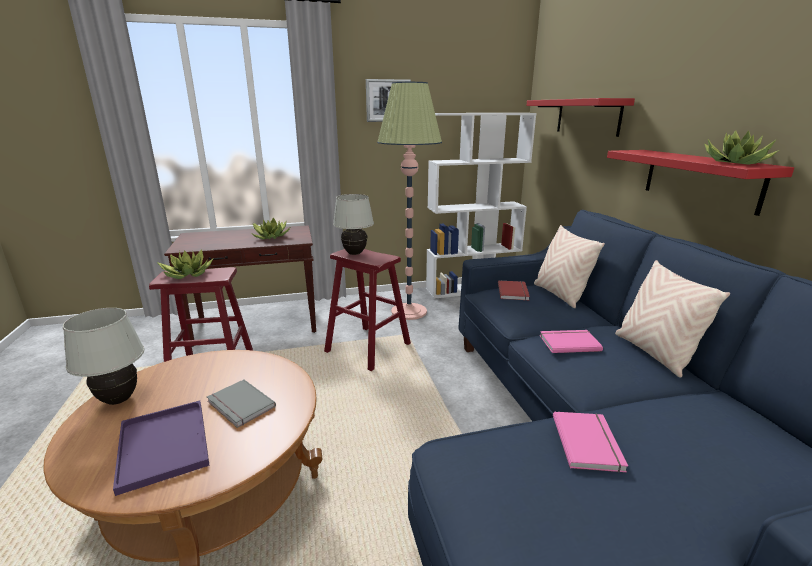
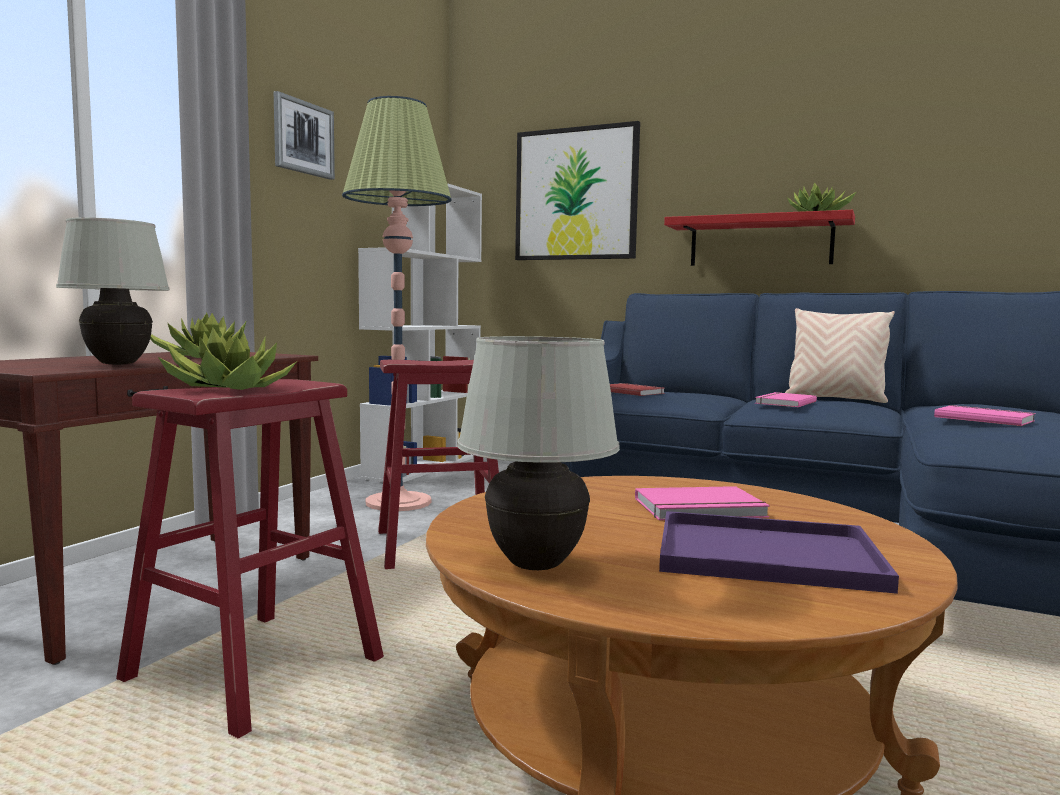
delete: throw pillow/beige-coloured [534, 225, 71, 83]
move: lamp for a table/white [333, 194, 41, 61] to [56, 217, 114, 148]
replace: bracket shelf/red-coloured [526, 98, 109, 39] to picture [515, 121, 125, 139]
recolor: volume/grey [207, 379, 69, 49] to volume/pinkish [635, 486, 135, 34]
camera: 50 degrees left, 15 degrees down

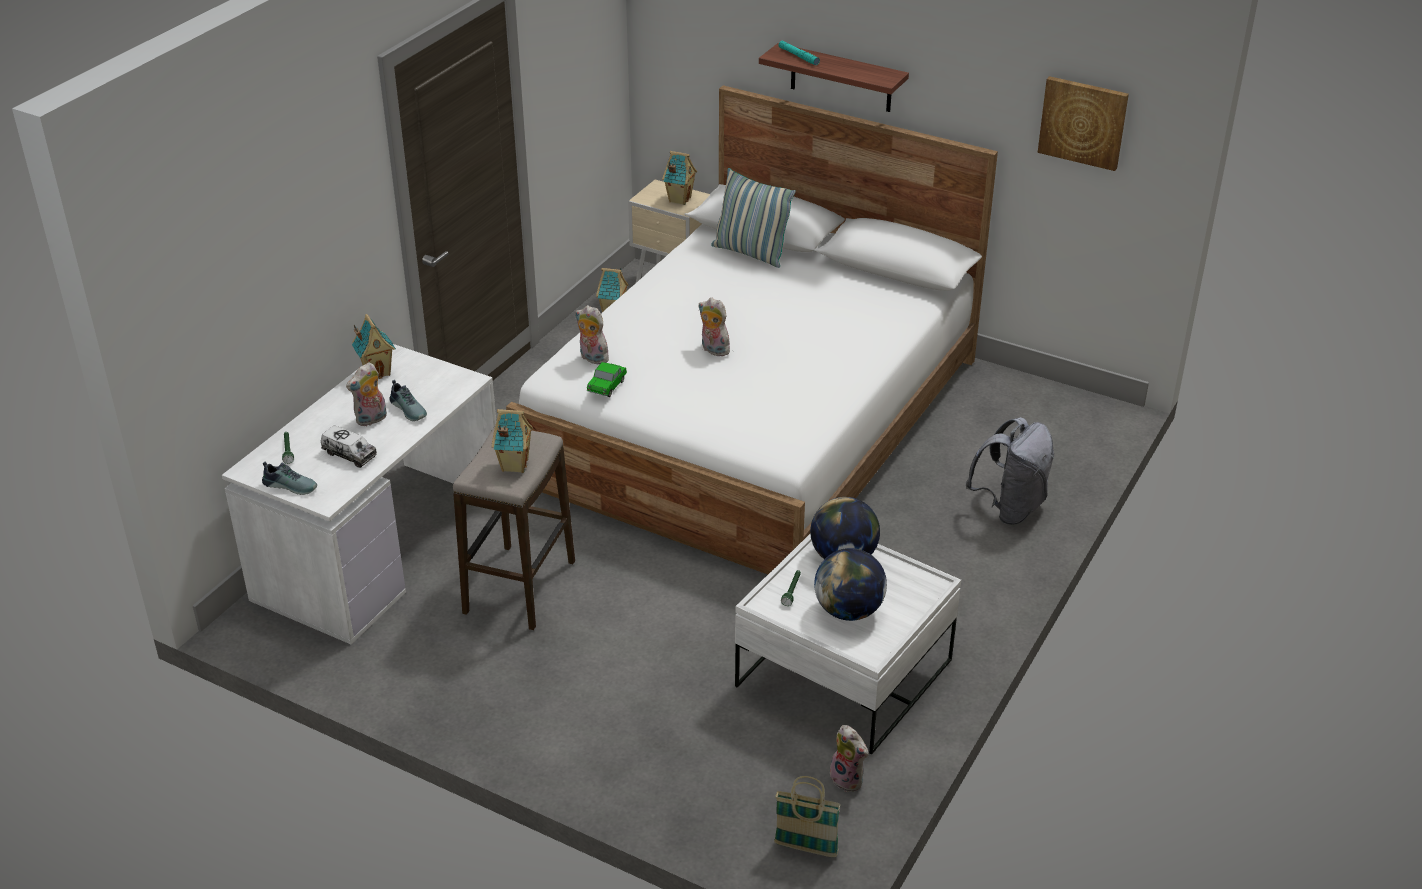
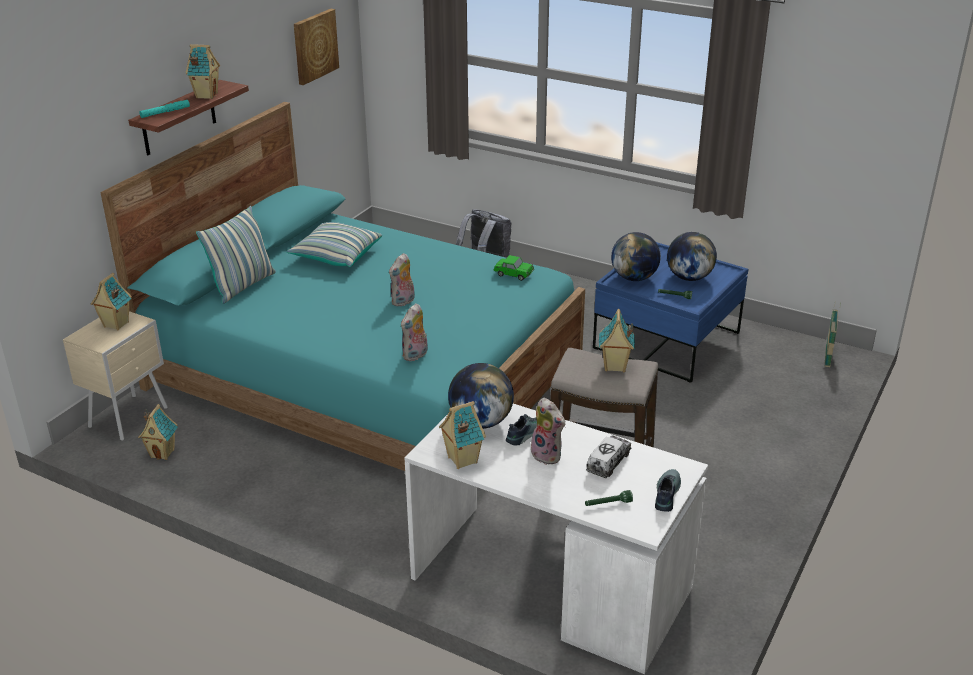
delete: cuddly toy [830, 725, 38, 67]
insert: toy house [186, 44, 34, 55]; throw pillow [287, 222, 95, 45]; world globe [448, 363, 66, 66]
move: model car [587, 362, 40, 35] to [494, 255, 40, 26]
recolor: bedroom bed/white [506, 85, 492, 489] to bedroom bed/blue-green [100, 102, 485, 369]; lounge table/white [735, 534, 226, 221] to lounge table/bluish [593, 242, 155, 141]
camera: 90 degrees left, 5 degrees down

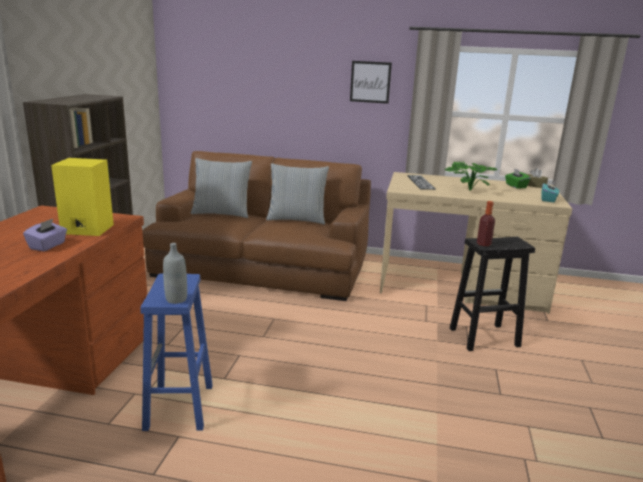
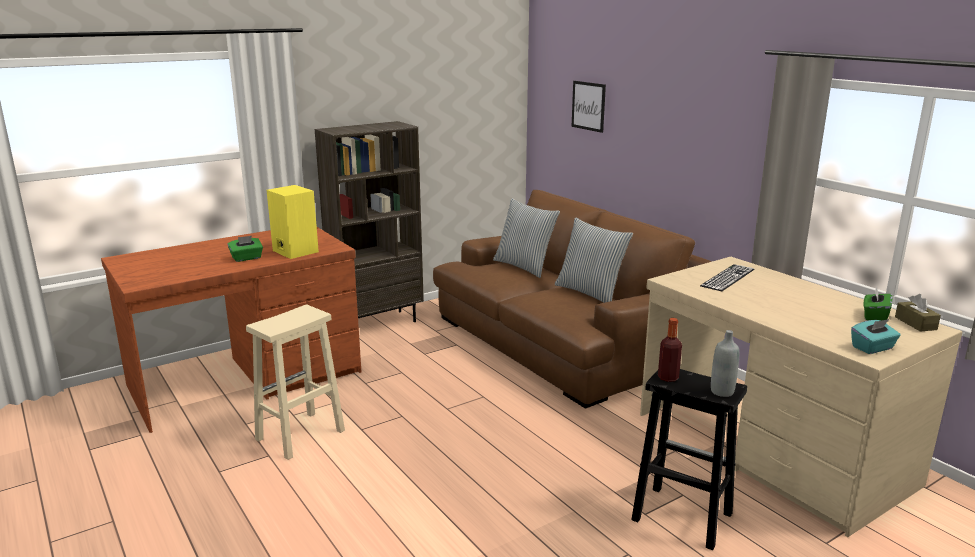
delete: houseplant [445, 161, 53, 30]
move: bottle/grey [163, 243, 24, 61] to [711, 330, 28, 67]; picture [350, 61, 42, 43] to [571, 81, 35, 52]
recolor: box of tissues/purple [23, 219, 44, 32] to box of tissues/green [227, 236, 36, 26]; stool/bluish [140, 274, 73, 157] to stool/beige-coloured [246, 305, 99, 155]
camera: 45 degrees right, 0 degrees up

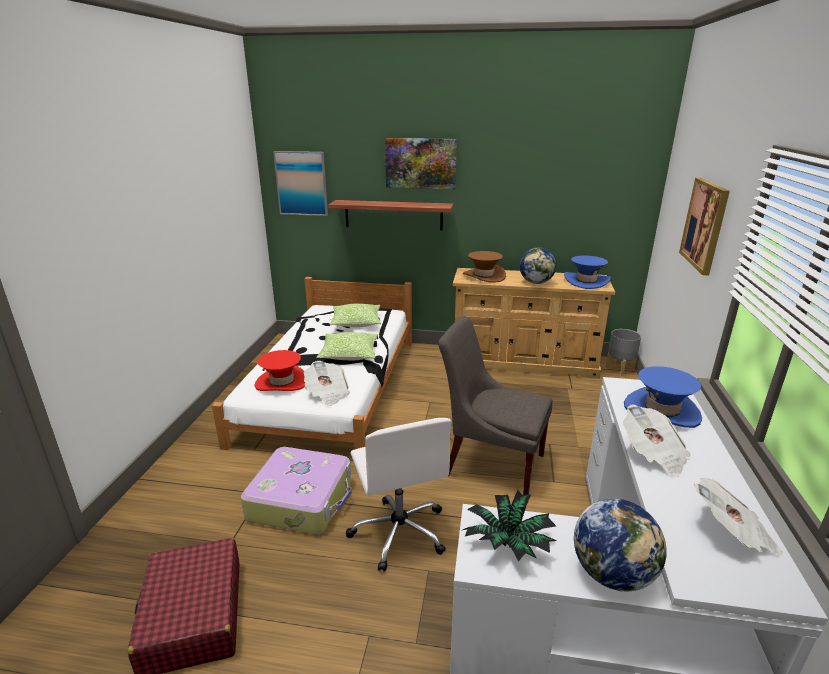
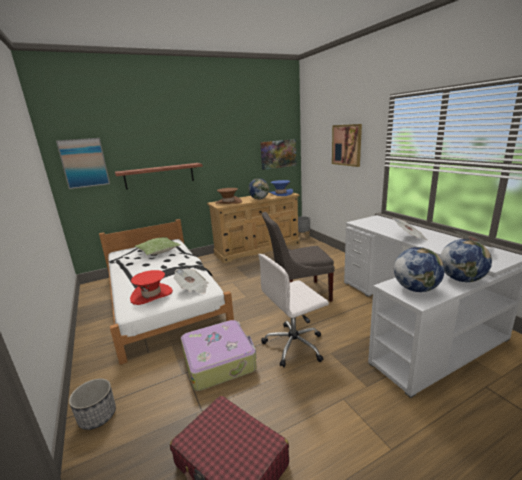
delete: throw pillow [316, 332, 62, 28]; hat/bluish [624, 366, 78, 62]
insert: plant pot [69, 378, 47, 52]
move: picture [385, 138, 72, 51] to [260, 139, 37, 31]
replace: houseplant [463, 490, 94, 71] to world globe [394, 247, 50, 45]
rotate: computer chair/white [346, 418, 106, 154] = [258, 254, 71, 113] 120 degrees clockwise
camera: 35 degrees left, 5 degrees down

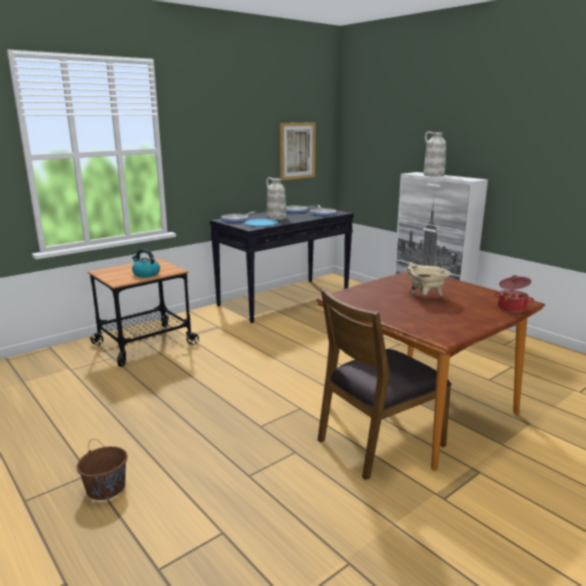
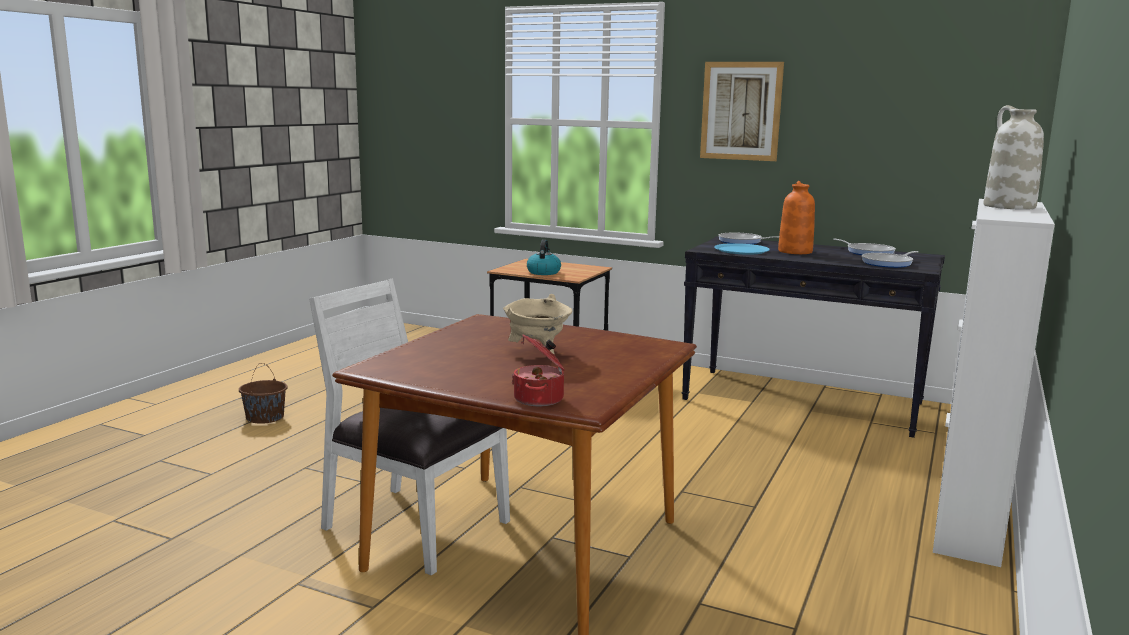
move: picture [280, 122, 36, 58] to [700, 62, 84, 99]
recolor: decorative vase/white [266, 177, 20, 43] to decorative vase/orange-coloured [778, 181, 37, 73]; chair/brownish [318, 289, 134, 191] to chair/white [309, 278, 201, 298]
camera: 65 degrees right, 5 degrees down

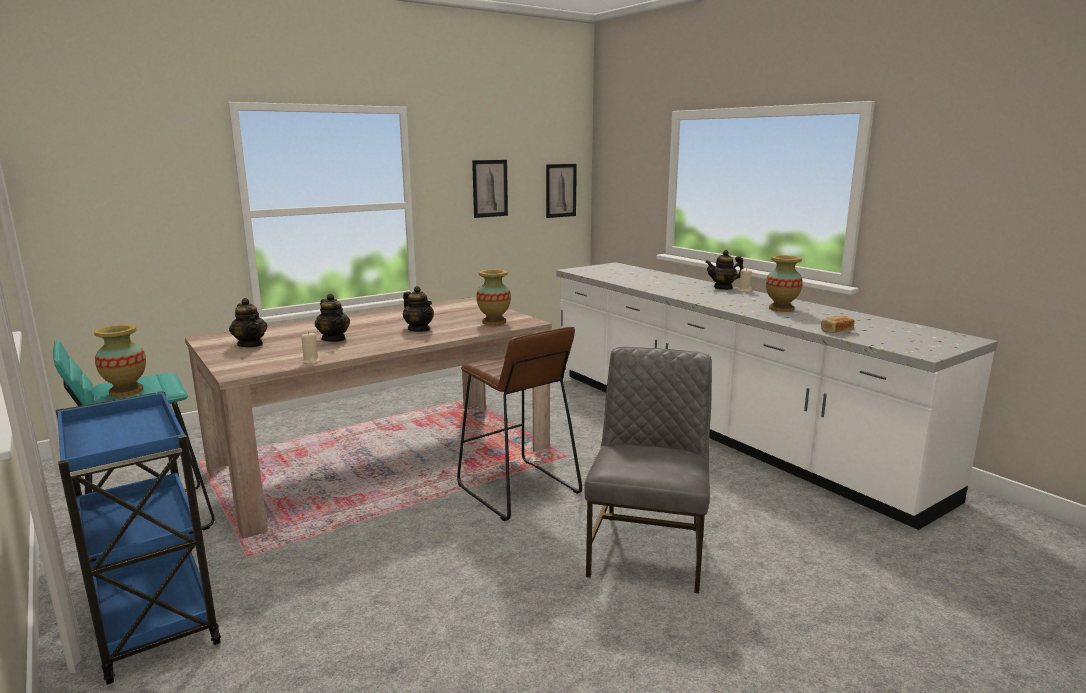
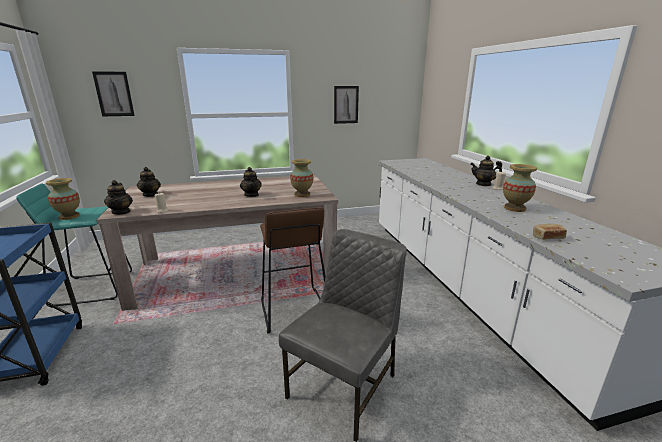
move: teapot [315, 294, 35, 48] to [104, 180, 29, 35]; picture [546, 164, 31, 54] to [92, 71, 43, 45]
camera: 20 degrees right, 5 degrees up

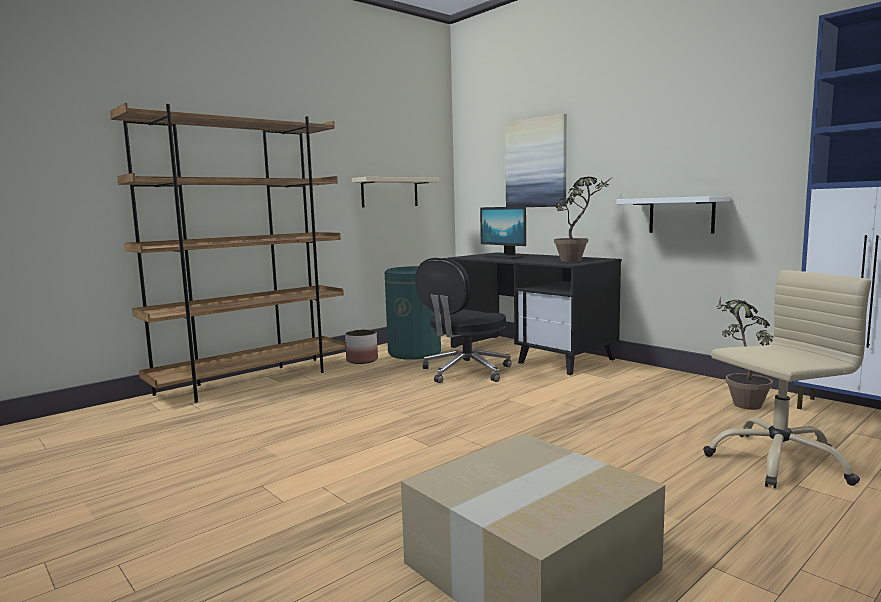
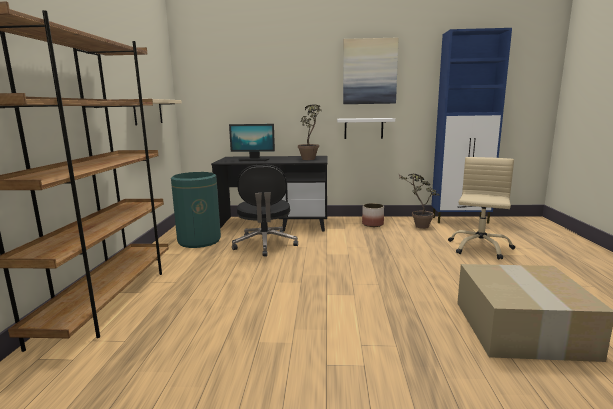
move: plant pot [345, 329, 33, 35] to [362, 203, 22, 24]; picture [505, 114, 62, 93] to [343, 38, 56, 66]
camera: 45 degrees left, 5 degrees up

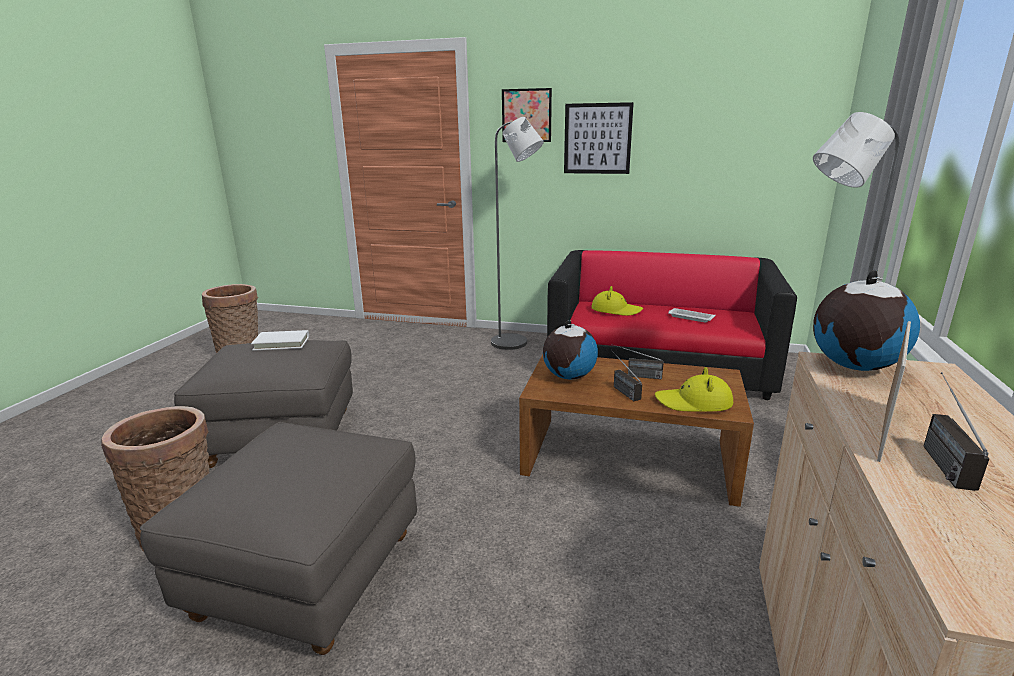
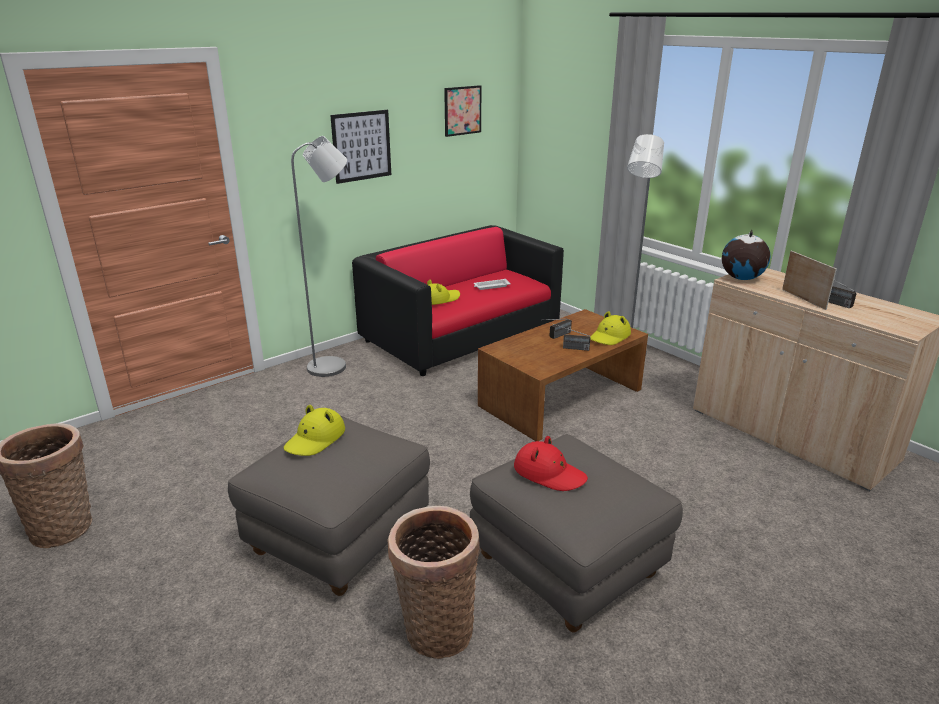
delete: world globe [543, 320, 55, 60]
insert: hat/red-coloured [514, 436, 74, 55]
move: picture [502, 88, 50, 54] to [444, 85, 37, 52]
replace: volume/white [251, 330, 58, 21] to hat/yellow-coloured [284, 405, 61, 51]
camera: 55 degrees left, 5 degrees up

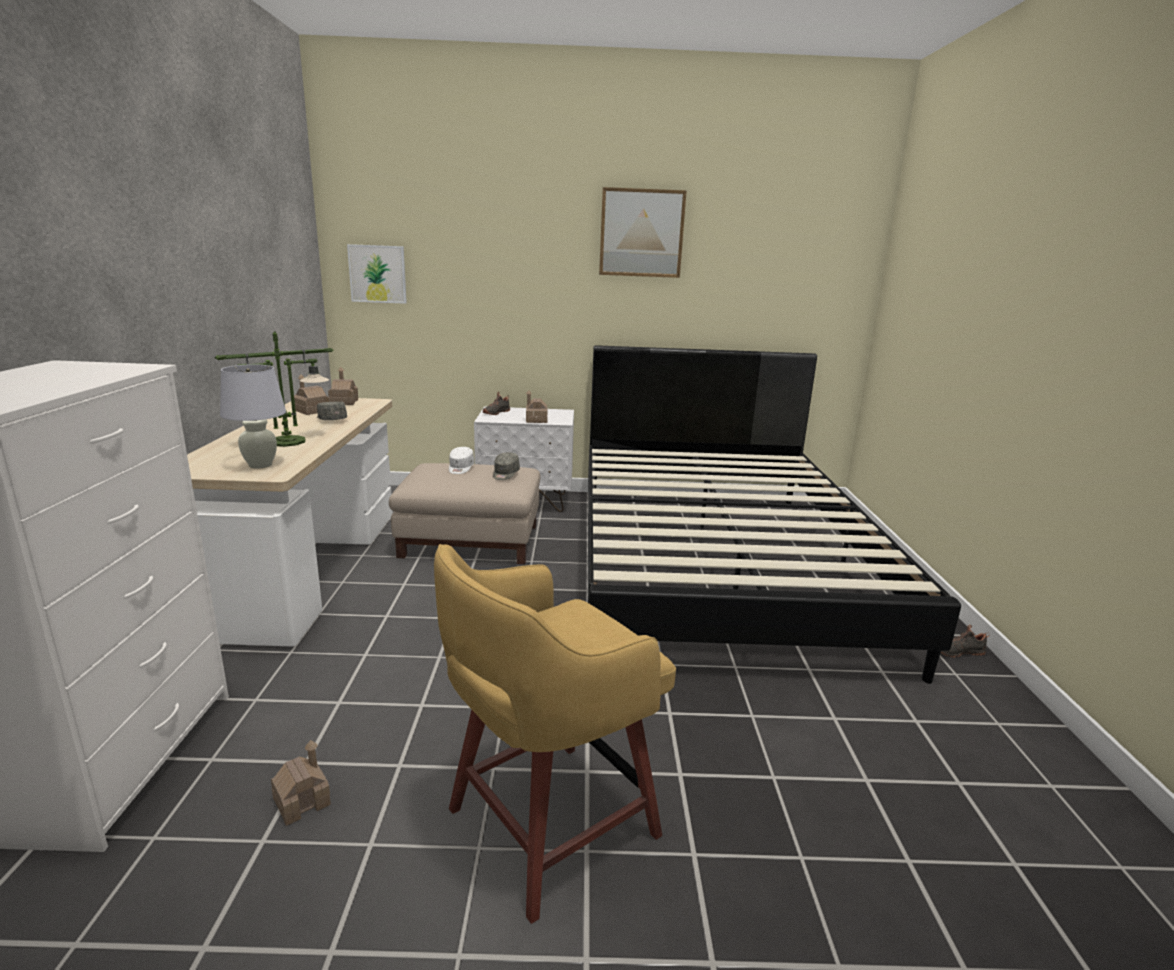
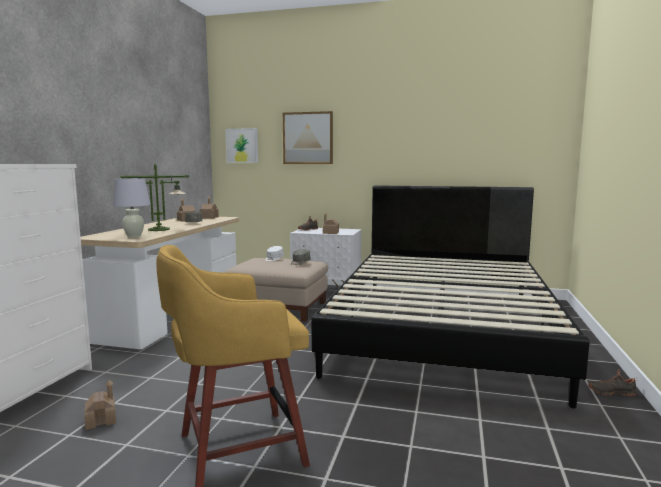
move: picture [599, 187, 88, 91] to [283, 111, 50, 53]
camera: 15 degrees right, 10 degrees down

